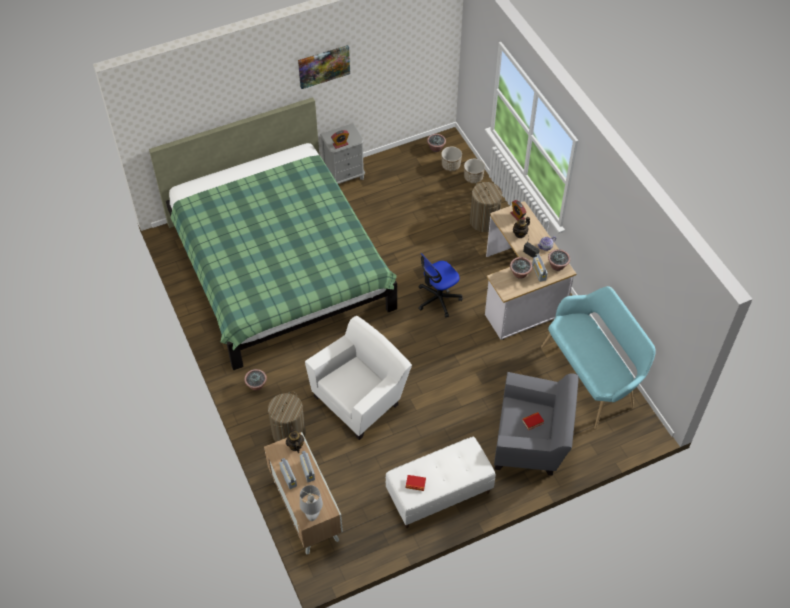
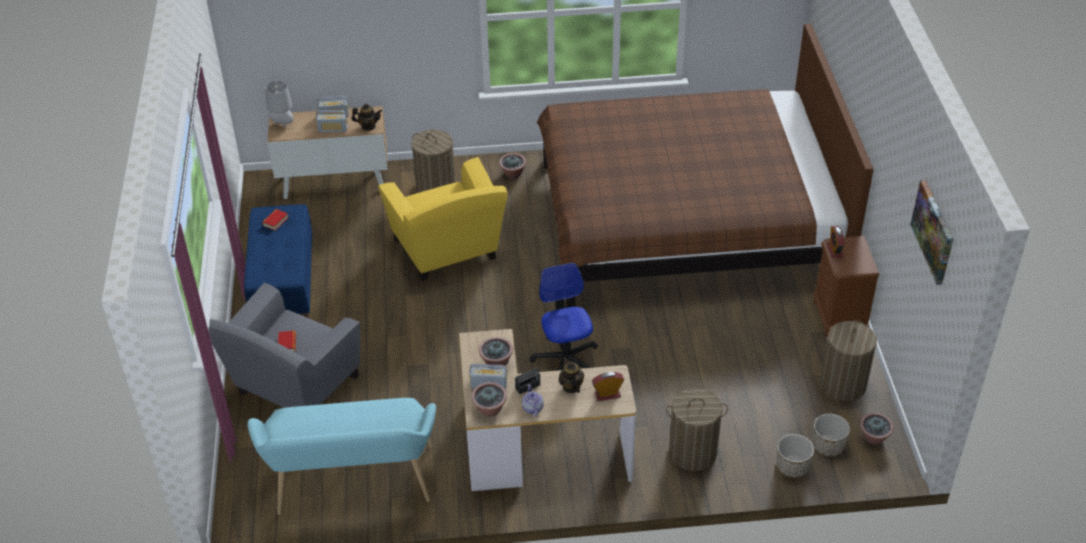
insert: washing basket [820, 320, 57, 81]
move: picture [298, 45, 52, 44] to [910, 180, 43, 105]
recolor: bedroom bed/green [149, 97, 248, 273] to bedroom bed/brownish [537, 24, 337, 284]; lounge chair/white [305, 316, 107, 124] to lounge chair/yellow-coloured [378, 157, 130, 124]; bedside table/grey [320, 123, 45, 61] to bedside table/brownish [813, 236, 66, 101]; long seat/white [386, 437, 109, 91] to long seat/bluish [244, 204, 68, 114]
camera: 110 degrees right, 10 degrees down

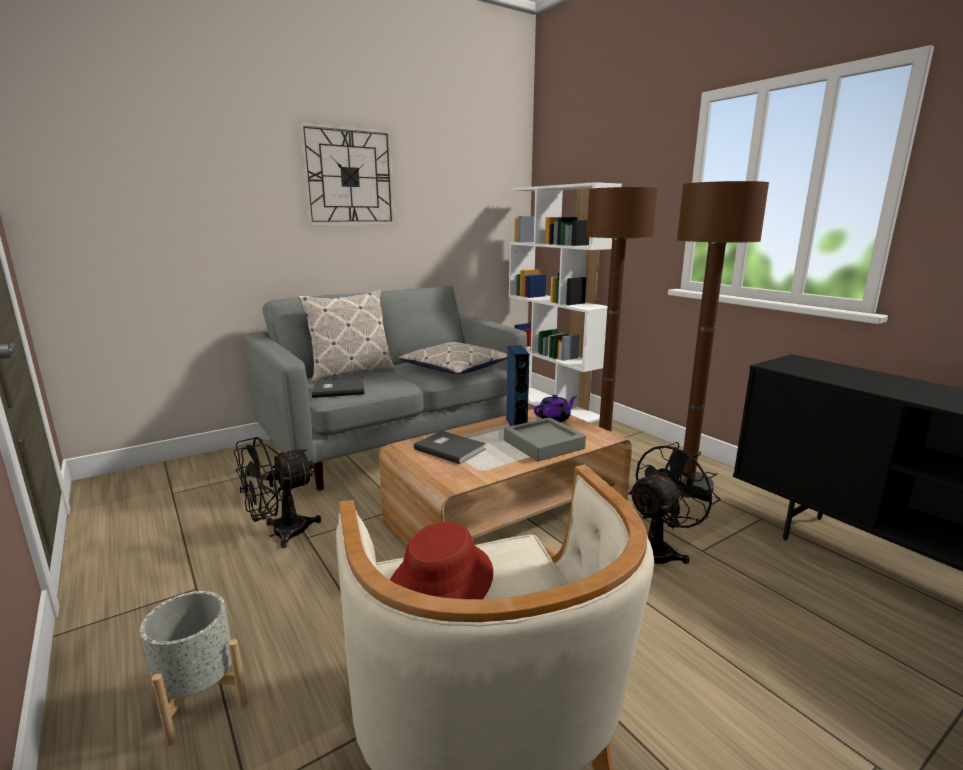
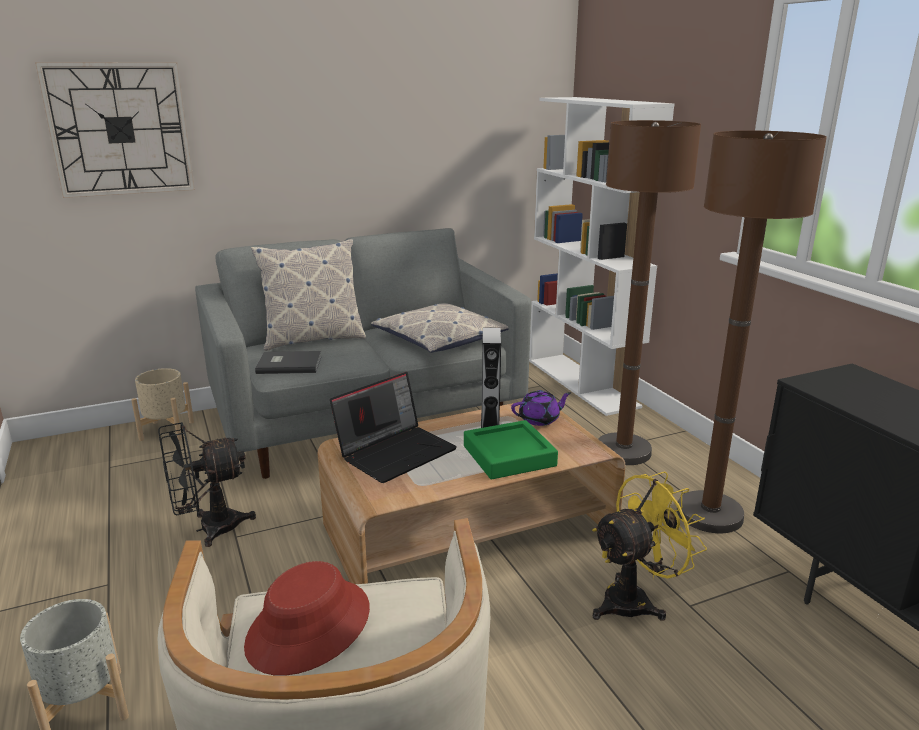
insert: plant pot/beige-coloured [131, 368, 63, 73]
move: clock on the wall [299, 122, 96, 104] to [35, 62, 160, 136]
replace: volume/grey [414, 431, 72, 33] to laptop [330, 372, 127, 111]
recolor: serving tray/grey [504, 417, 82, 45] to serving tray/green [464, 420, 94, 59]; audio speaker/bluish [506, 345, 23, 81] to audio speaker/grey [481, 327, 20, 101]; electric fan/black [628, 442, 93, 122] to electric fan/yellow-coloured [592, 471, 115, 150]
camera: 10 degrees right, 5 degrees up

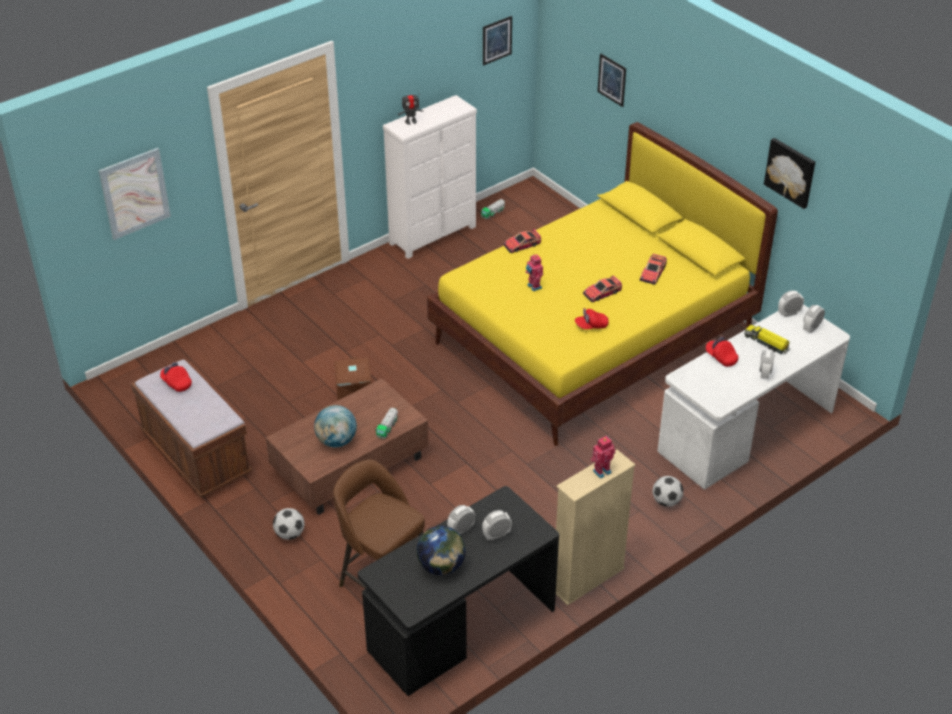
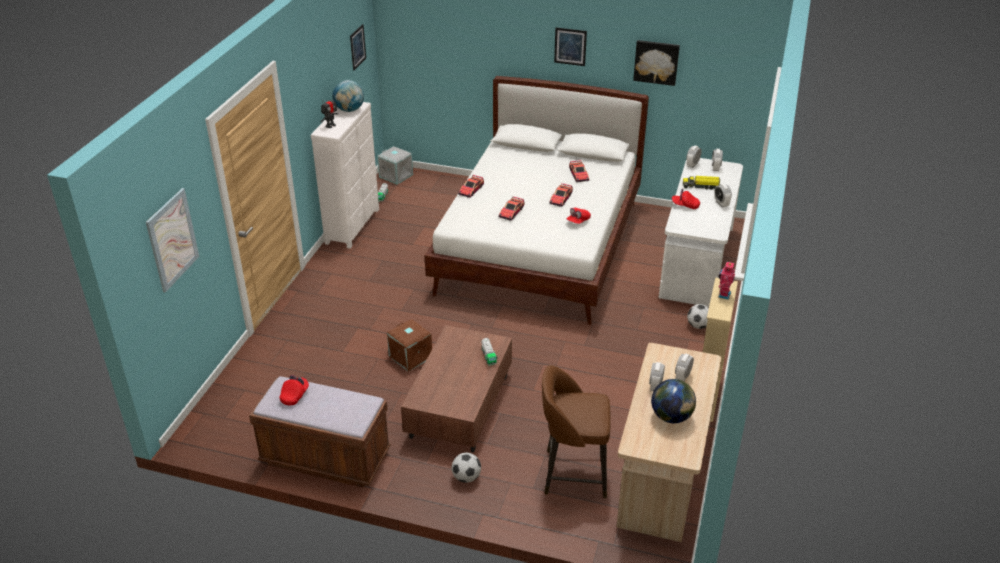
insert: storage container/grey [377, 146, 36, 39]
move: world globe [314, 405, 43, 42] to [332, 80, 32, 32]; picture [597, 53, 29, 54] to [554, 27, 33, 39]
replace: robot figure [525, 254, 18, 37] to model car [499, 196, 25, 25]
recolor: desk/black [358, 486, 201, 210] to desk/beige-coloured [617, 343, 104, 199]; bedroom bed/yellow-coloured [427, 122, 351, 324] to bedroom bed/white [425, 76, 224, 249]
rotate: baseball cap/red-coloured [160, 362, 32, 30] = [279, 375, 30, 30] 105 degrees clockwise
camera: 35 degrees left, 5 degrees down

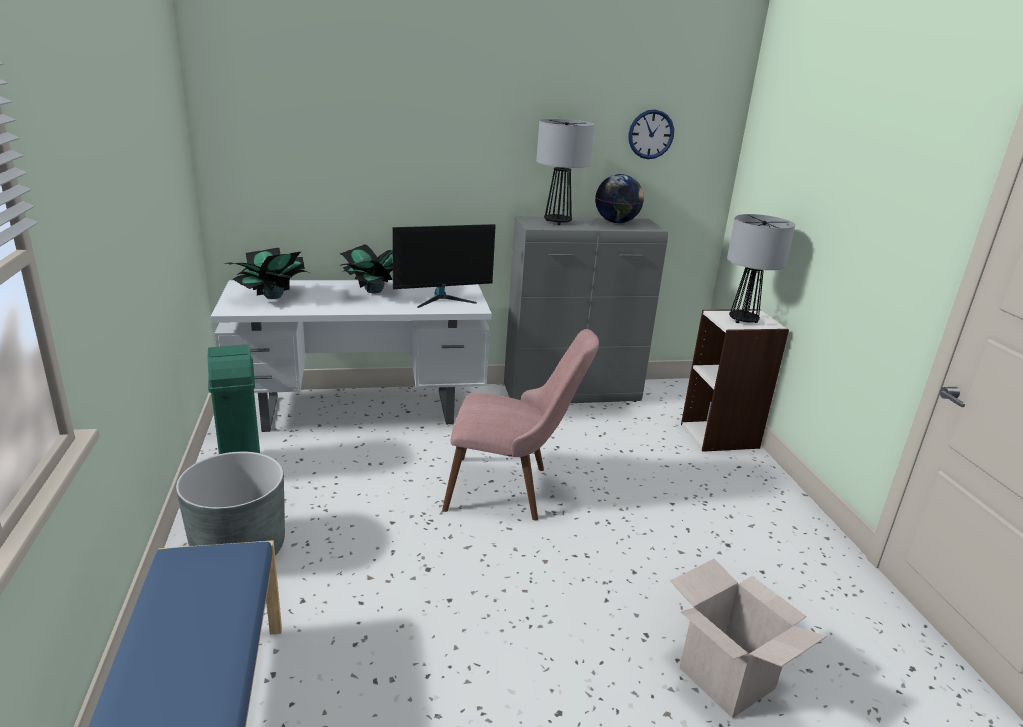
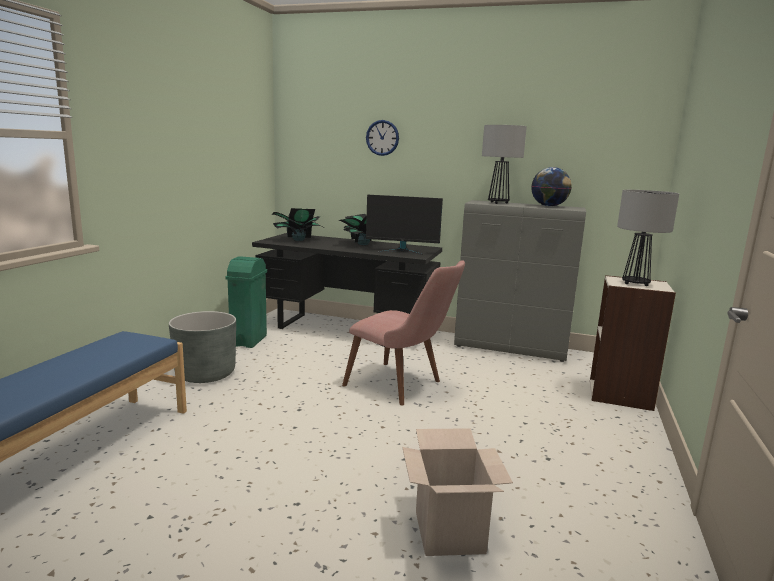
move: clock on the wall [628, 109, 46, 50] to [366, 120, 33, 36]
recolor: desk/white [211, 280, 281, 152] to desk/black [252, 233, 190, 96]
camera: 30 degrees right, 10 degrees down

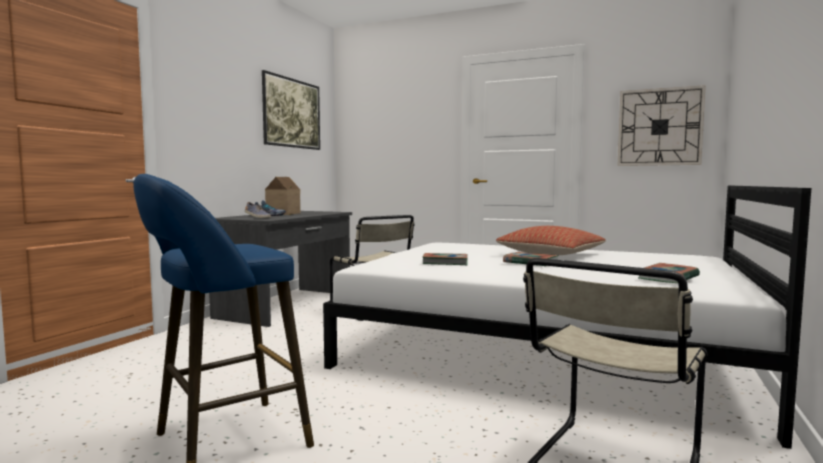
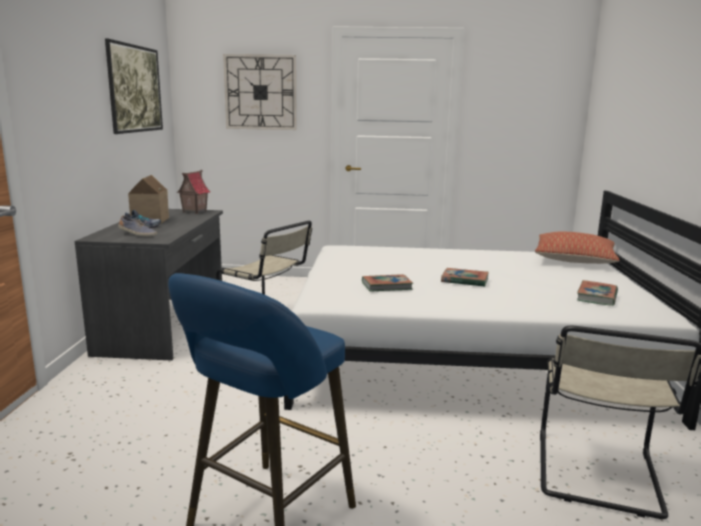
insert: toy house [176, 170, 35, 44]
move: throw pillow [496, 226, 110, 29] to [535, 232, 84, 32]; clock on the wall [617, 85, 89, 81] to [223, 54, 74, 76]
camera: 20 degrees left, 10 degrees up

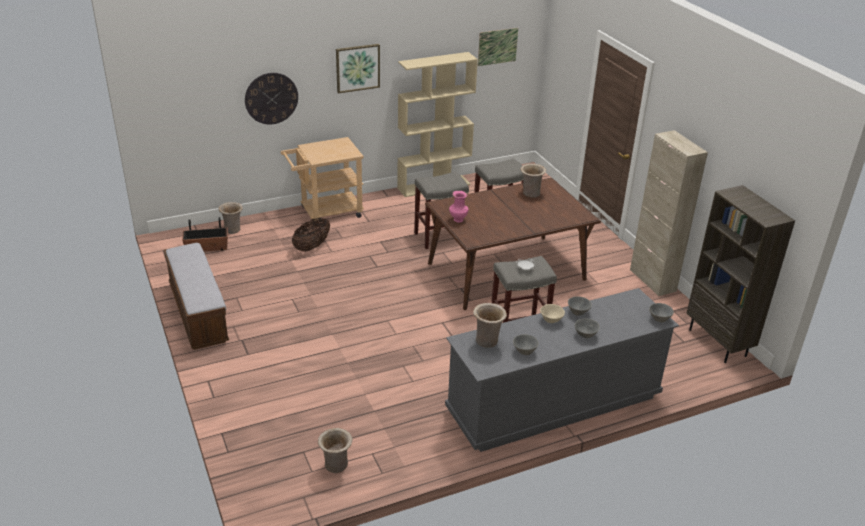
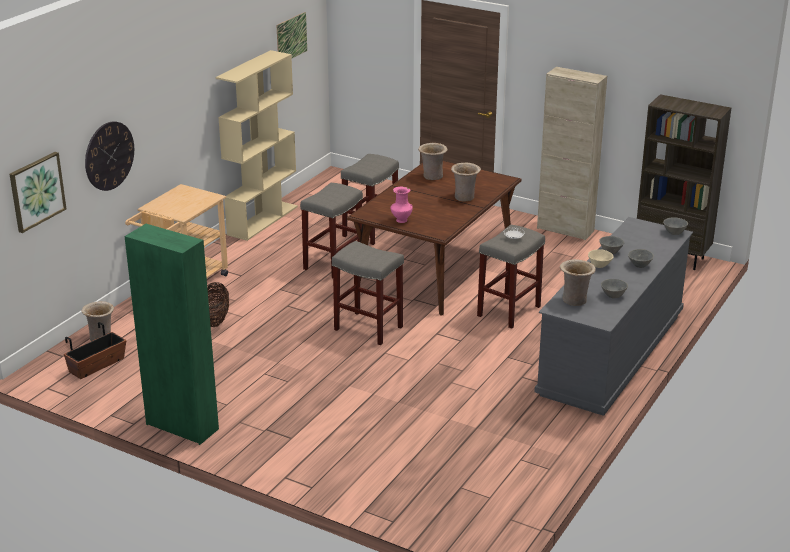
insert: stool/grey [332, 241, 72, 104]
move: decorative vase/beige-coloured [318, 428, 34, 45] to [451, 163, 30, 39]; picture [336, 44, 44, 49] to [9, 152, 57, 81]
replace: long seat [164, 243, 65, 107] to storage cabinet/green [125, 224, 94, 221]
camera: 35 degrees left, 5 degrees down

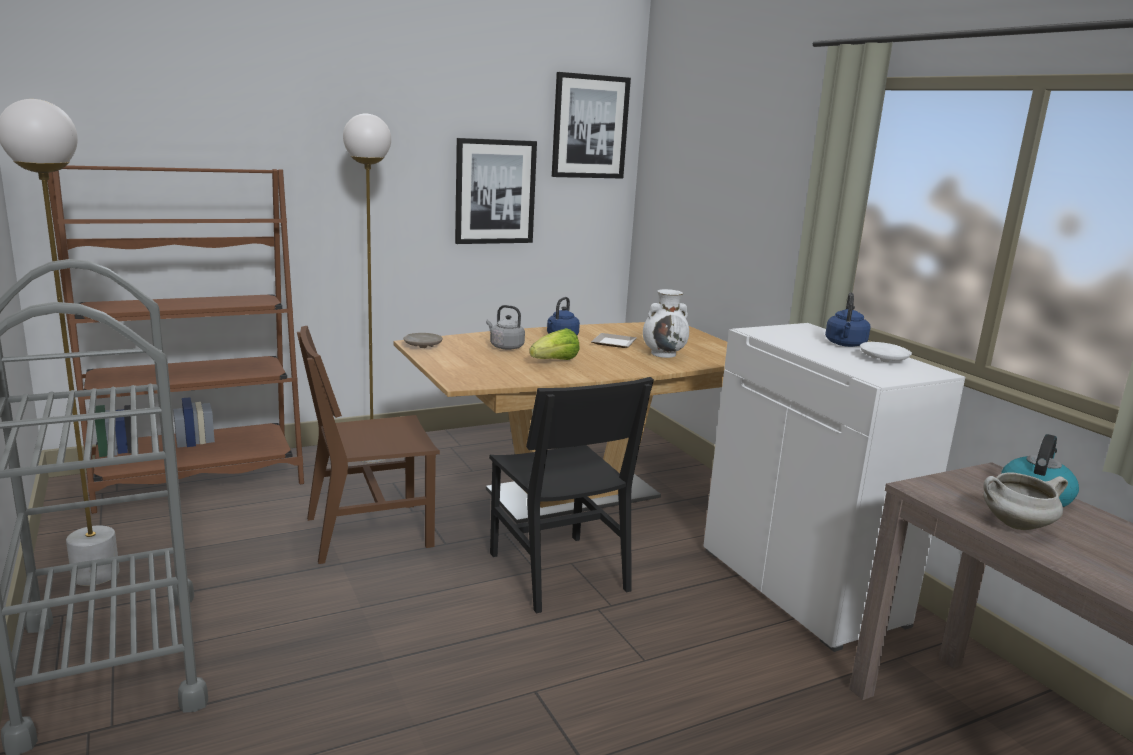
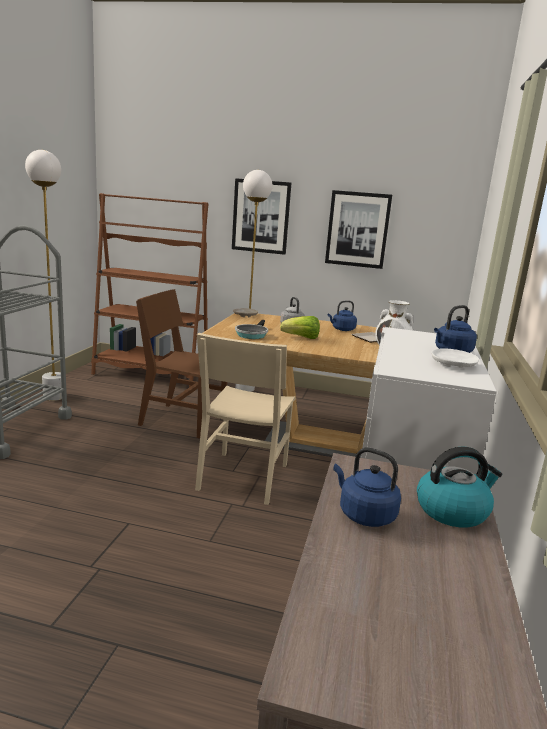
insert: frying pan [235, 320, 33, 19]
move: picture [552, 72, 79, 107] to [232, 178, 59, 77]
replace: stockpot/white [983, 473, 85, 57] to water kettle/bluish [333, 447, 68, 80]
recolor: chair/black [489, 377, 165, 237] to chair/beige-coloured [195, 333, 101, 172]
camera: 40 degrees right, 0 degrees up

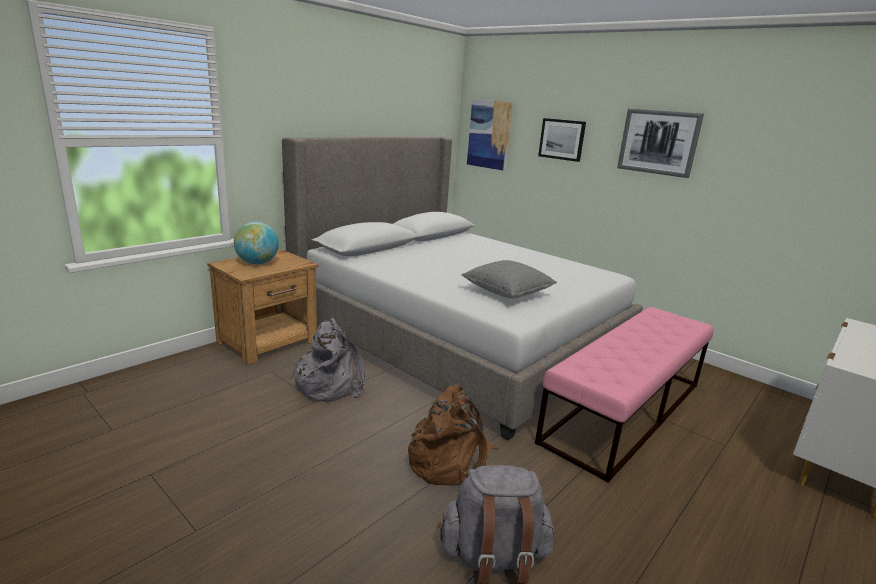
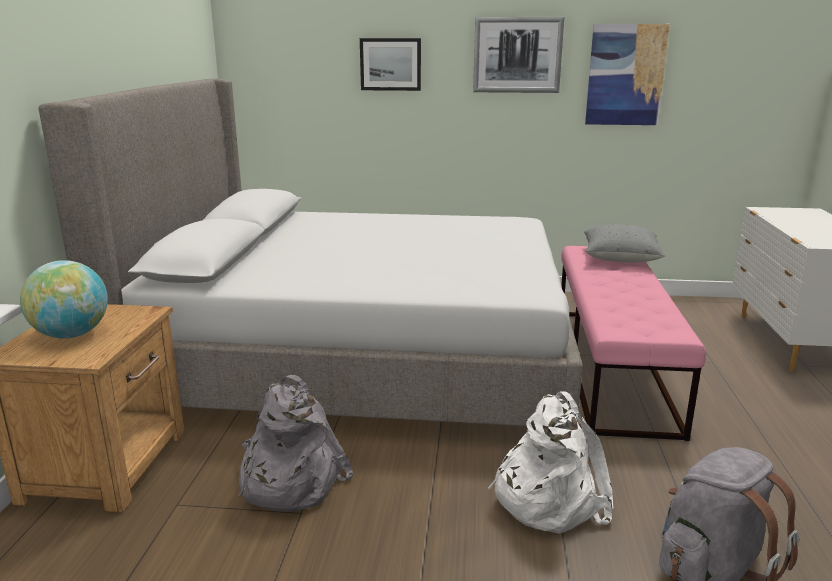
move: throw pillow/grey [462, 260, 95, 38] to [584, 225, 81, 37]; picture [467, 99, 46, 72] to [585, 24, 85, 101]
recolor: knapsack/brownish [408, 385, 91, 106] to knapsack/white [488, 391, 126, 142]
camera: 35 degrees left, 0 degrees up

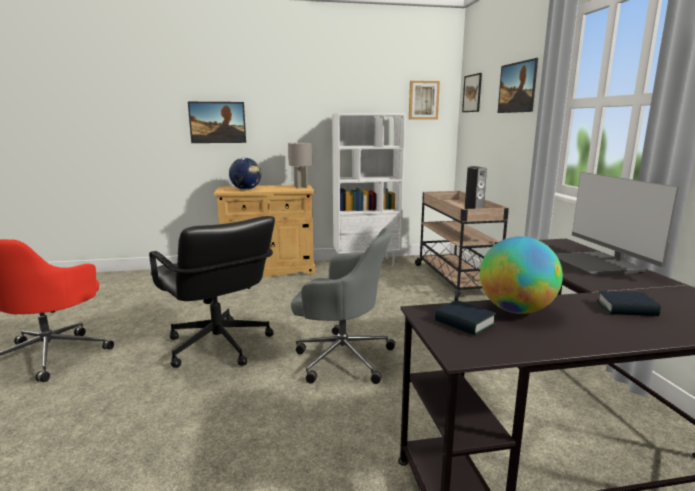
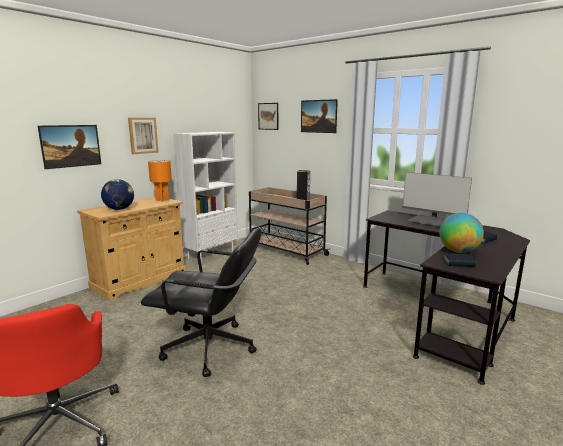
delete: computer chair/grey [291, 227, 104, 157]
move: picture [409, 81, 31, 38] to [128, 118, 31, 36]
recolor: lamp for a table/grey [288, 143, 24, 45] to lamp for a table/orange-coloured [148, 160, 24, 42]
camera: 40 degrees left, 0 degrees up

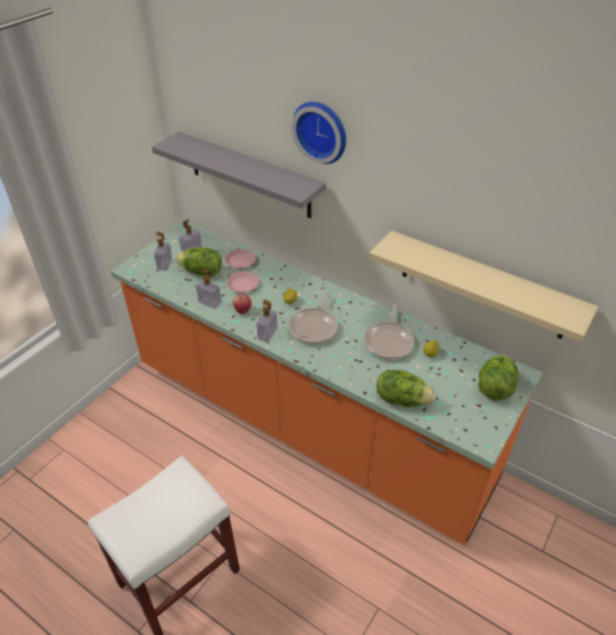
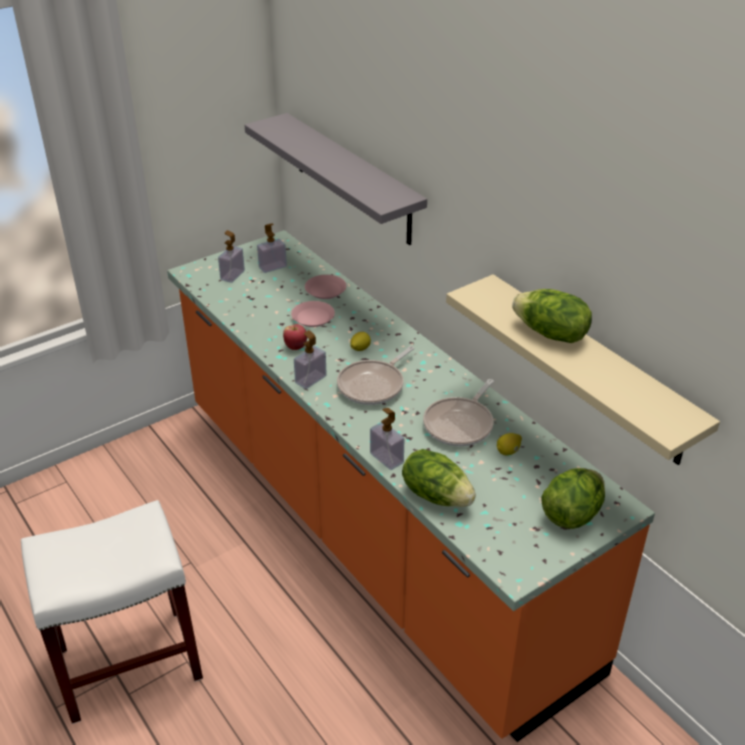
delete: clock on the wall [292, 102, 54, 62]
move: lettuce [176, 247, 46, 29] to [512, 289, 80, 54]; soap bottle [196, 269, 26, 40] to [370, 408, 34, 62]
camera: 20 degrees right, 5 degrees down

